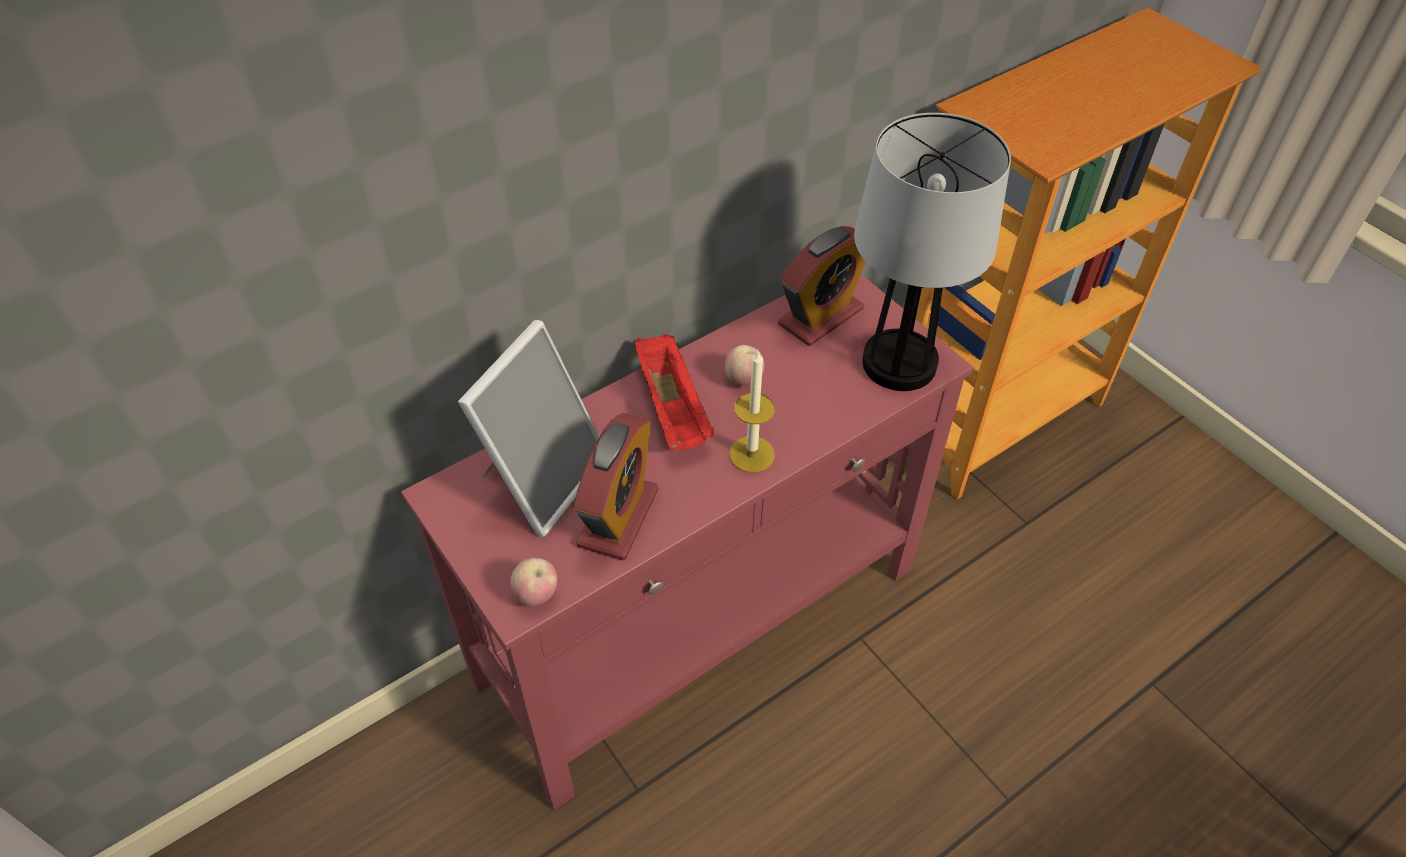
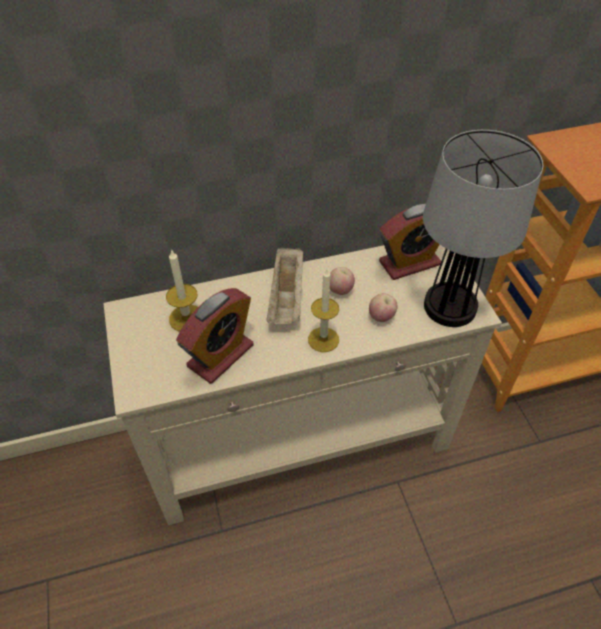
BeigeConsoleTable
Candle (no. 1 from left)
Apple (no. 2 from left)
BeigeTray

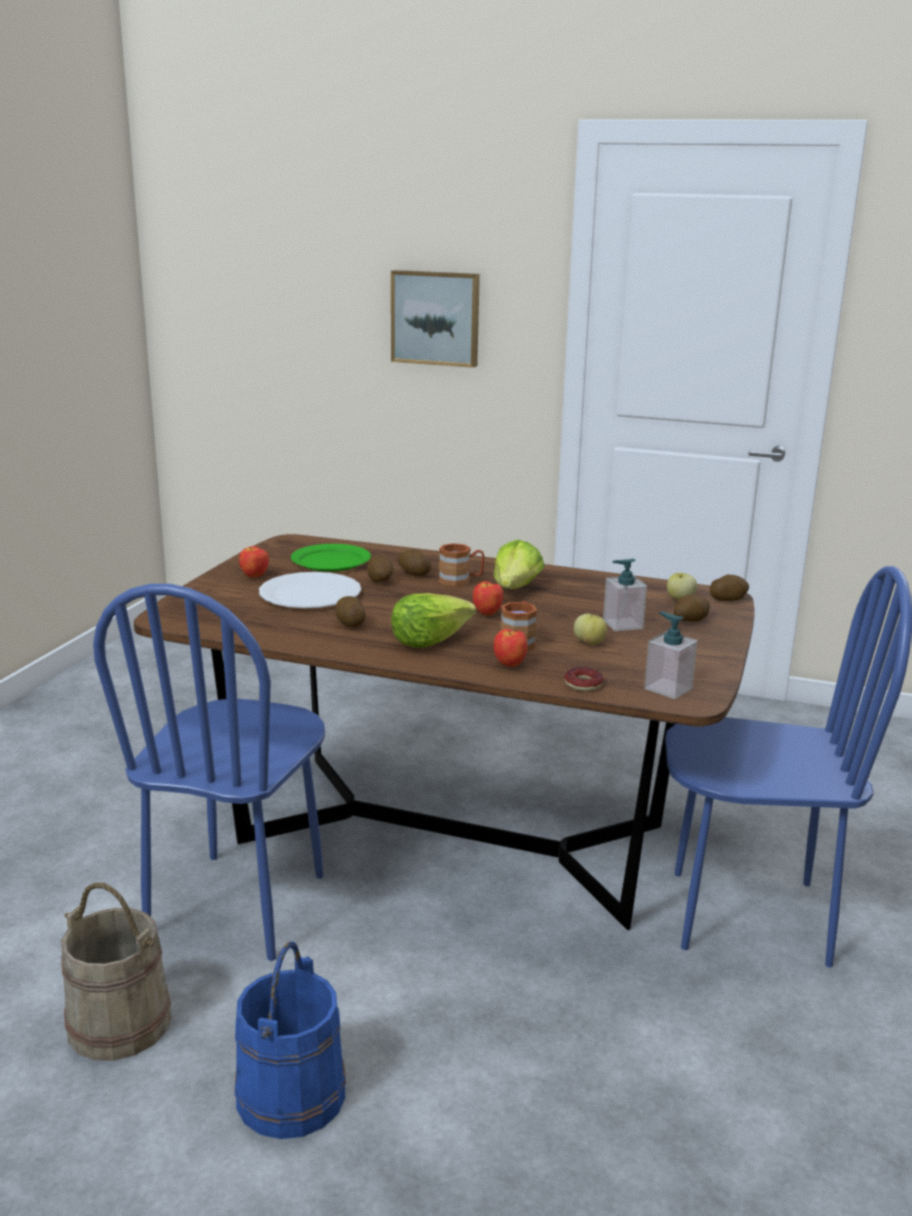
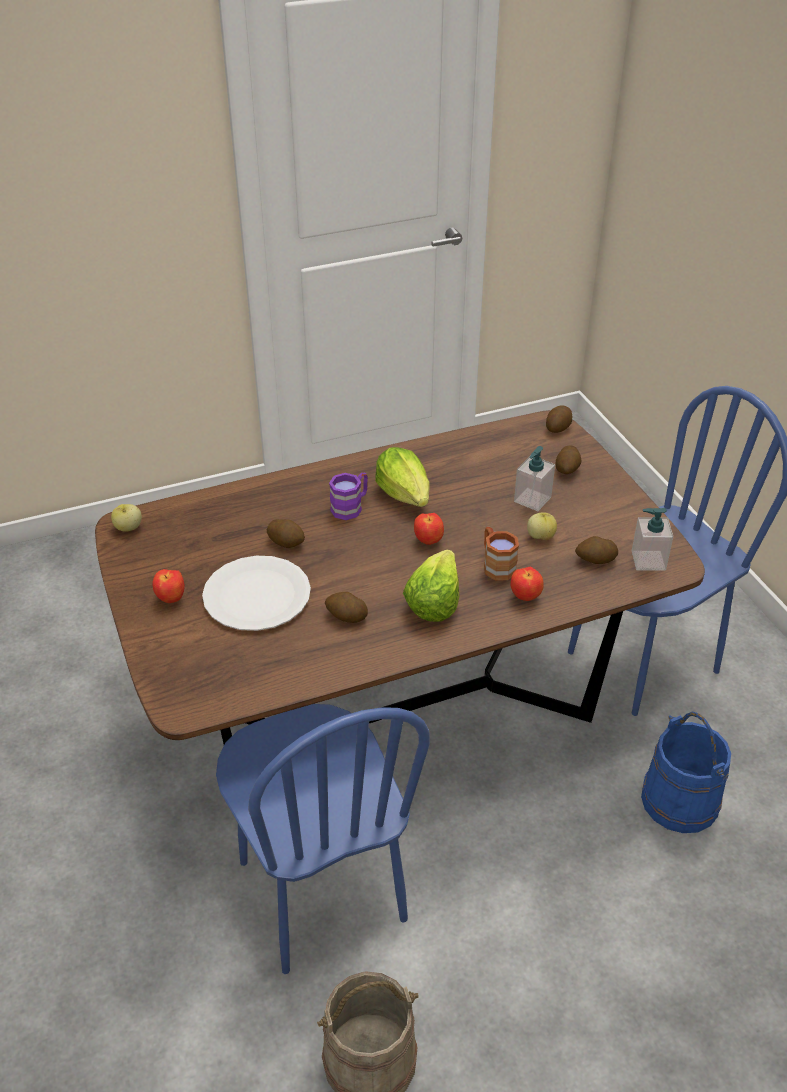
BlueBucket
GreenPlate
Picture
Potato (no. 5 from left)
PurpleMug
Donut
Apple (no. 1 from left)

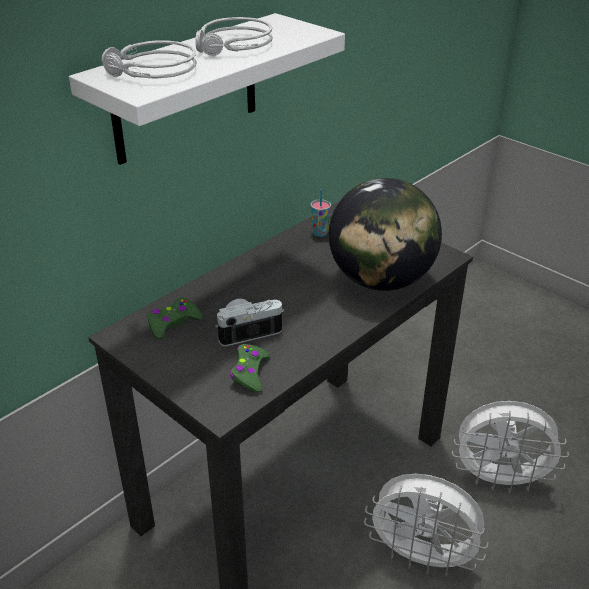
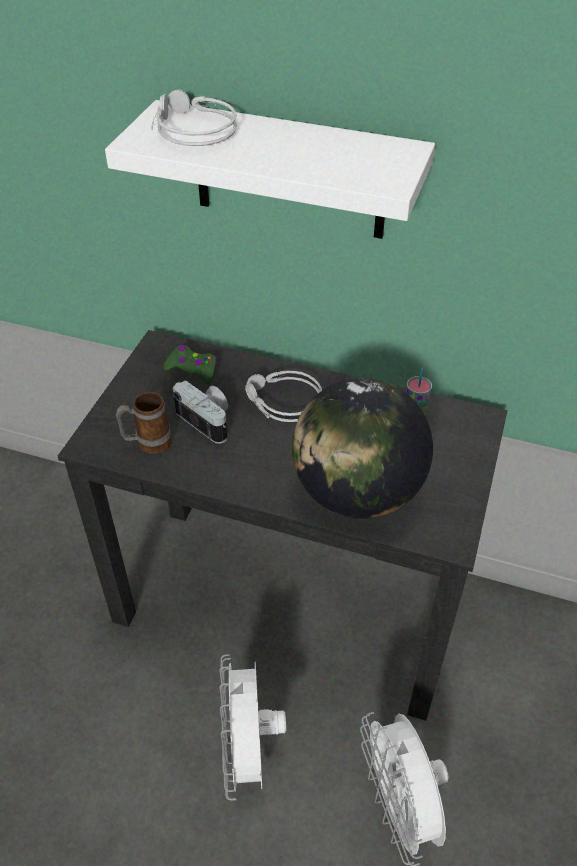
GreyHeadphones (no. 2 from left)
Mug

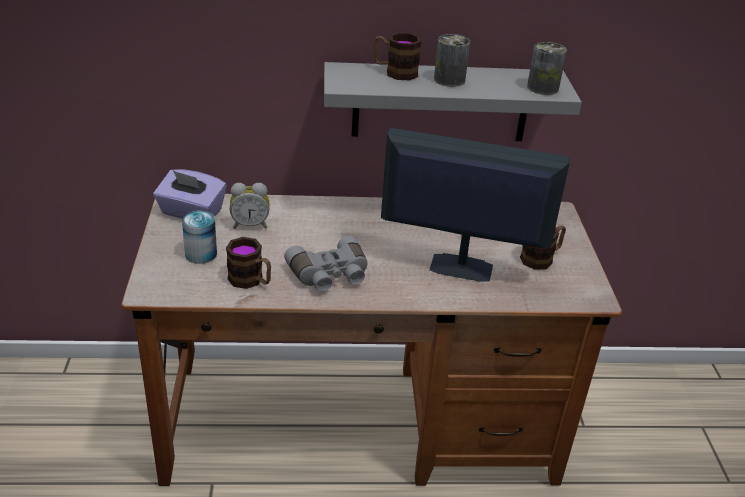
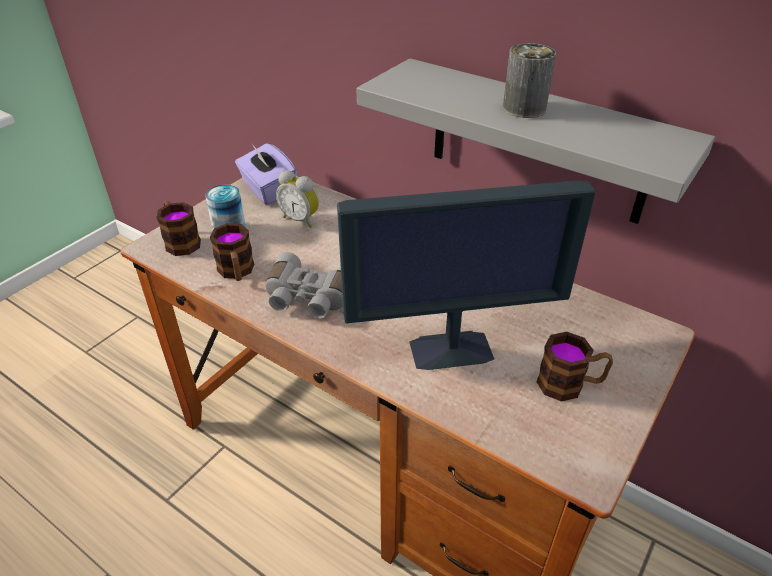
Mug (no. 1 from left)
Monitor
Can (no. 3 from left in the first image)

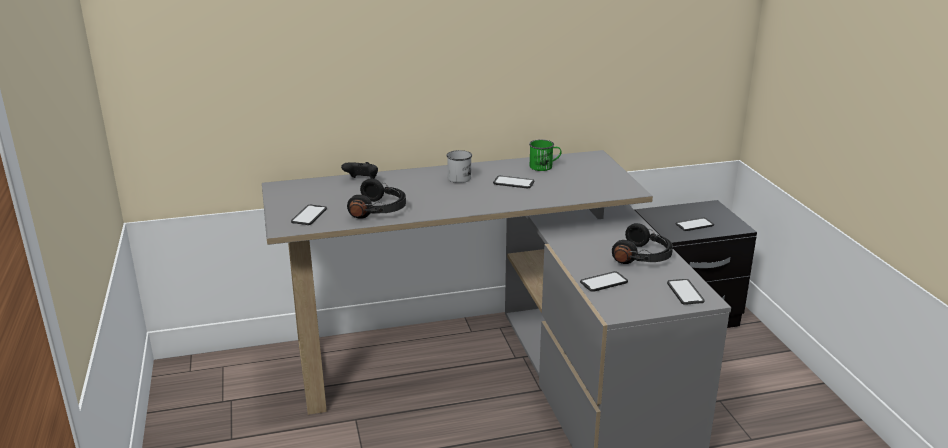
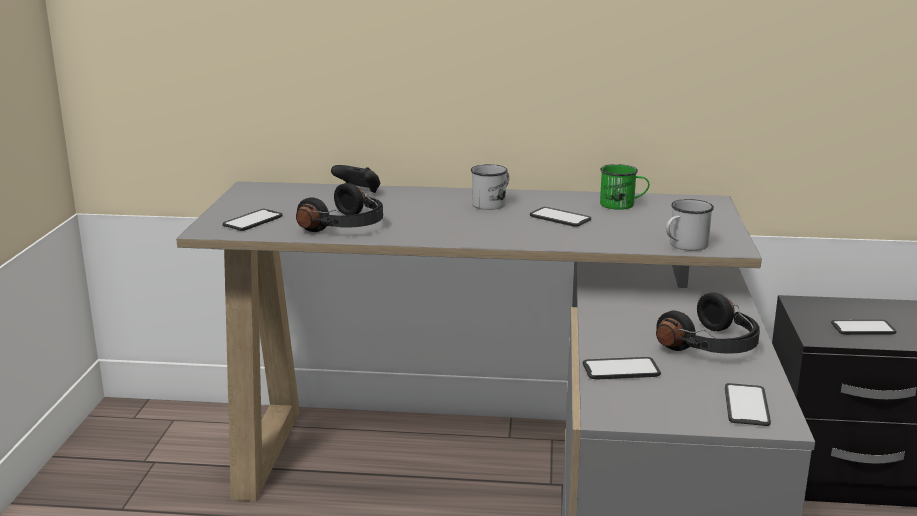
WhiteMug (no. 2 from left)

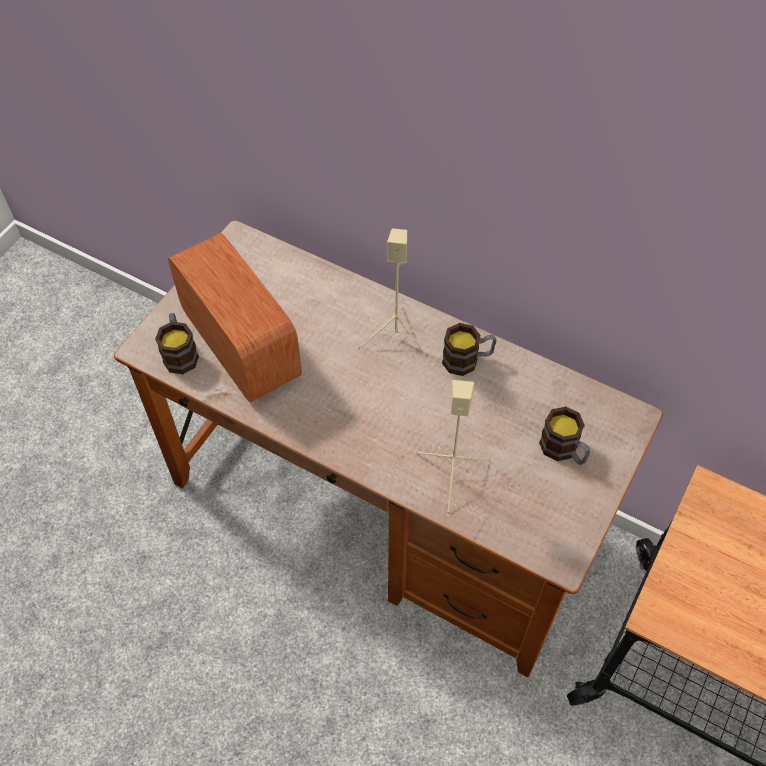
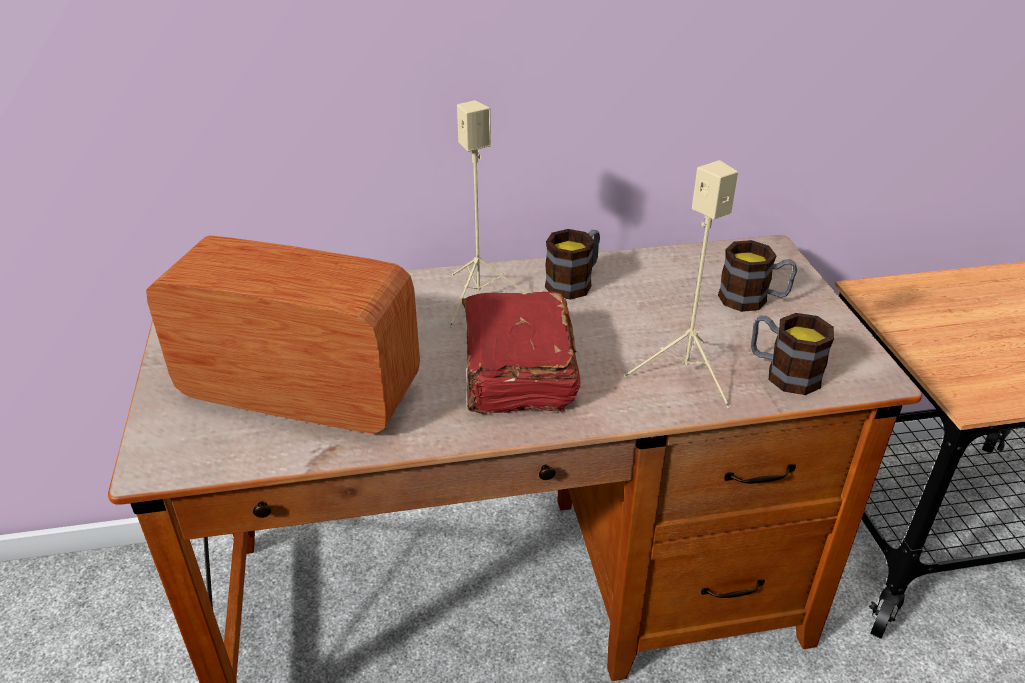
Mug (no. 3 from left)
RedBook

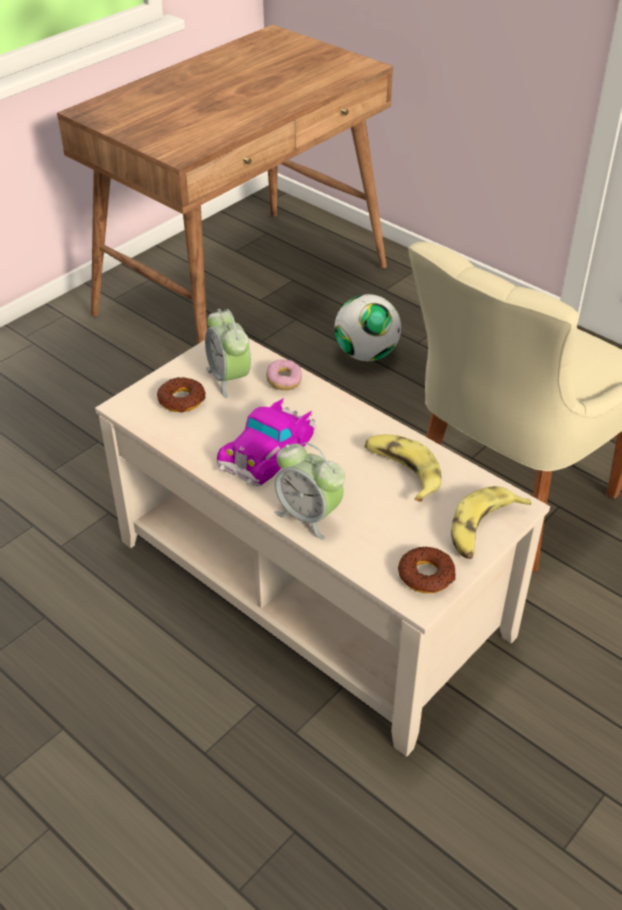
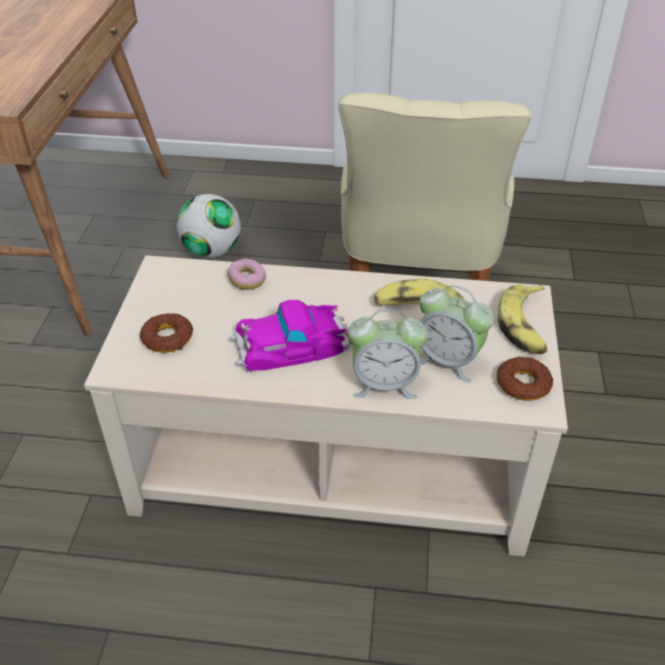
AlarmClock (no. 2 from left)
ToyCar

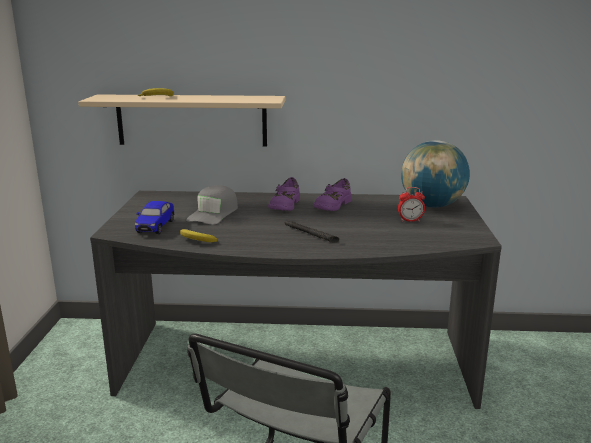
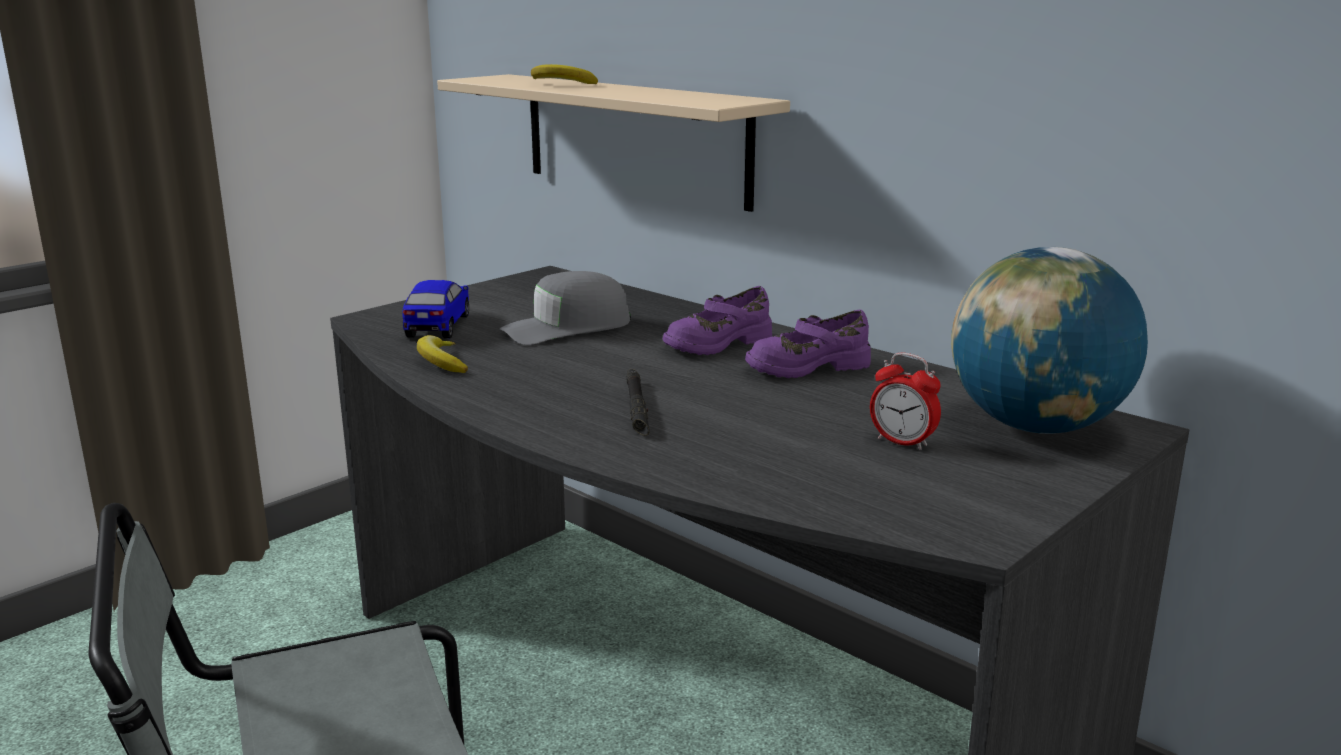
ToyCar

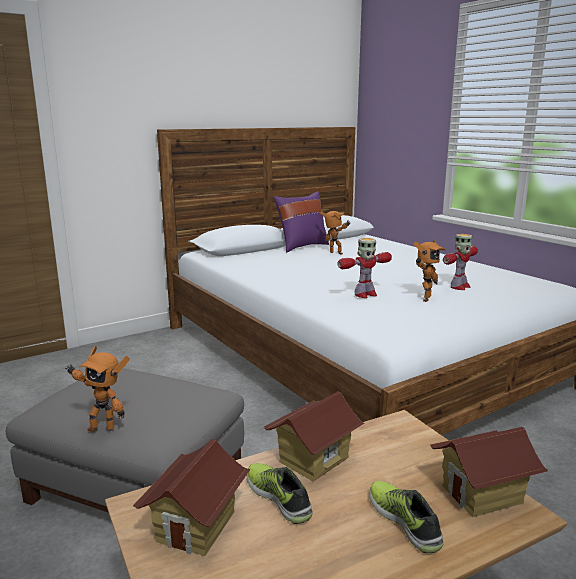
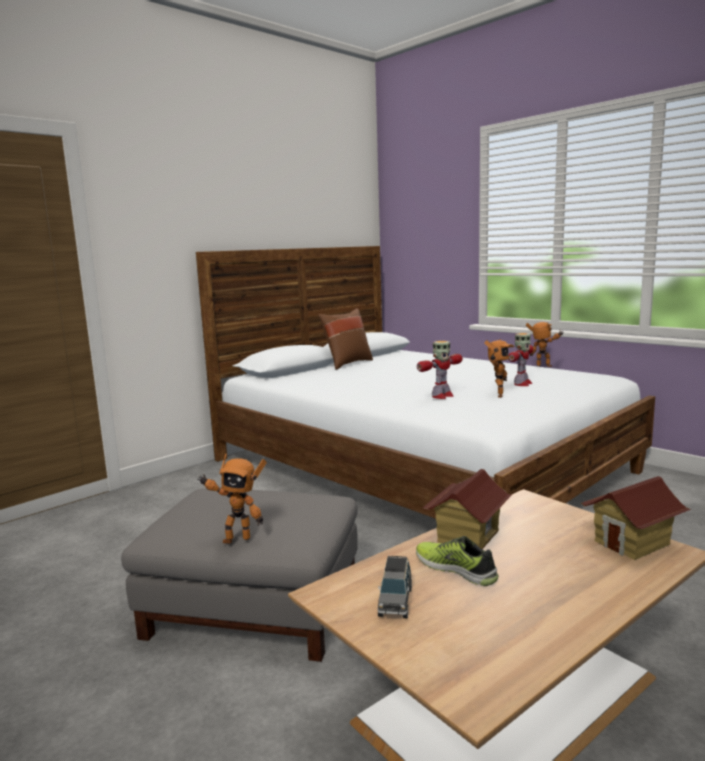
GreyToyCar
BrownPillow
ToyRobot (no. 5 from left)
Shoe (no. 2 from left in the first image)

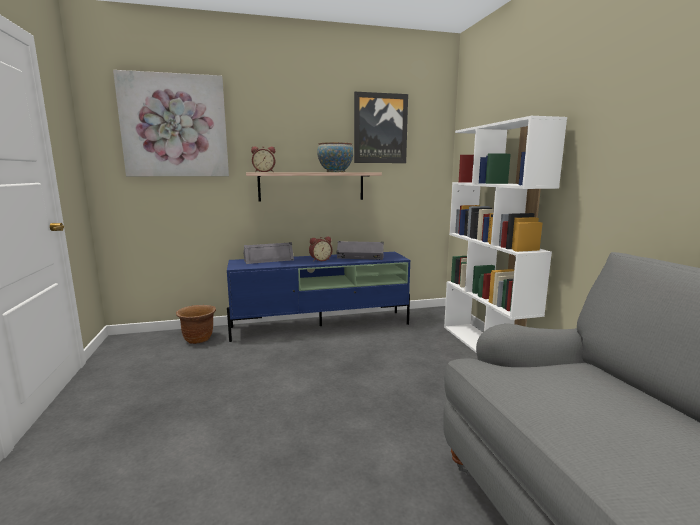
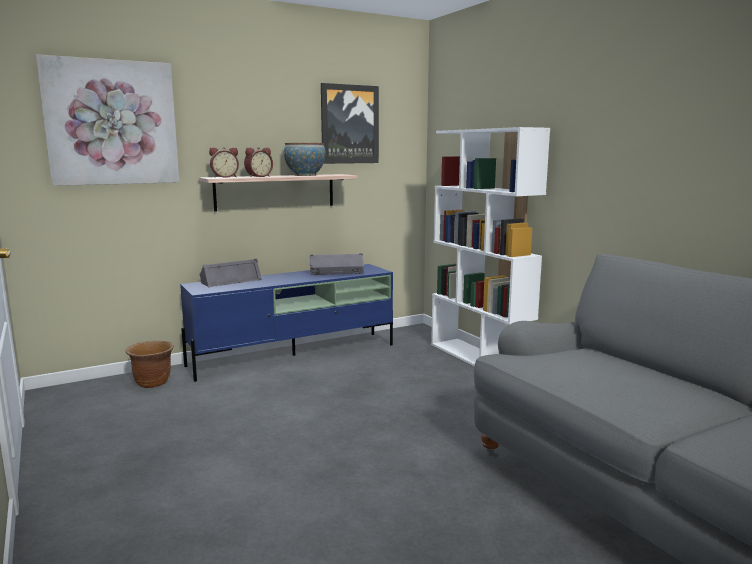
AlarmClock (no. 2 from left)

